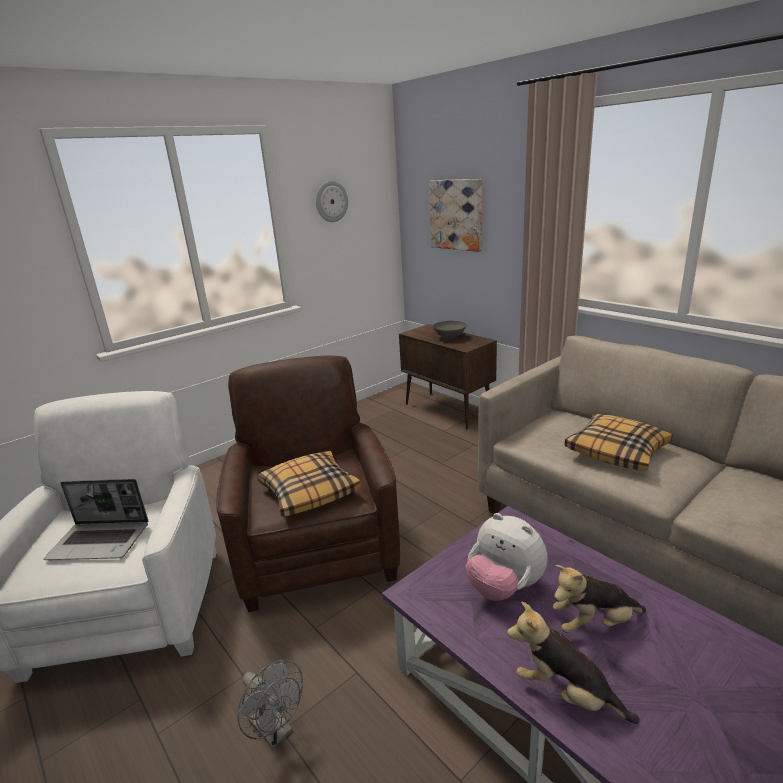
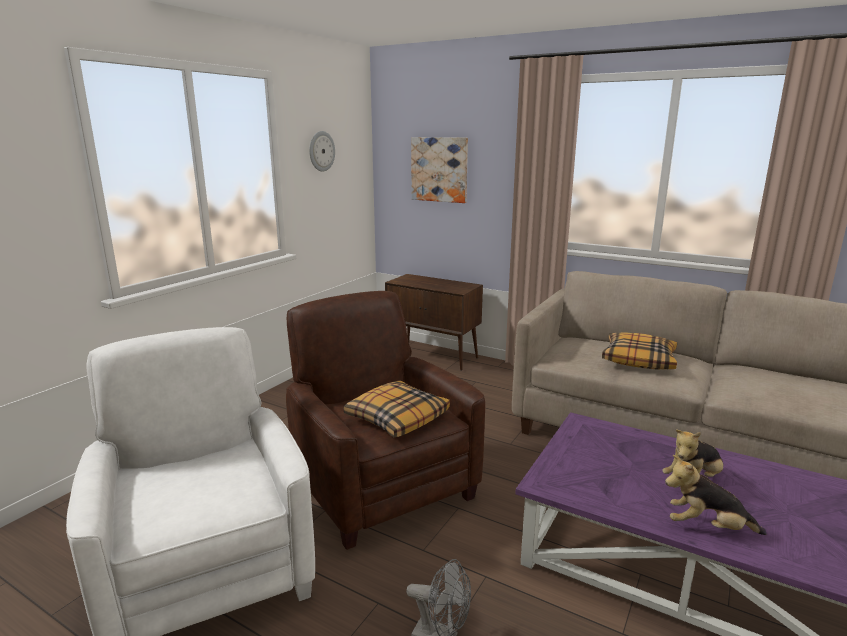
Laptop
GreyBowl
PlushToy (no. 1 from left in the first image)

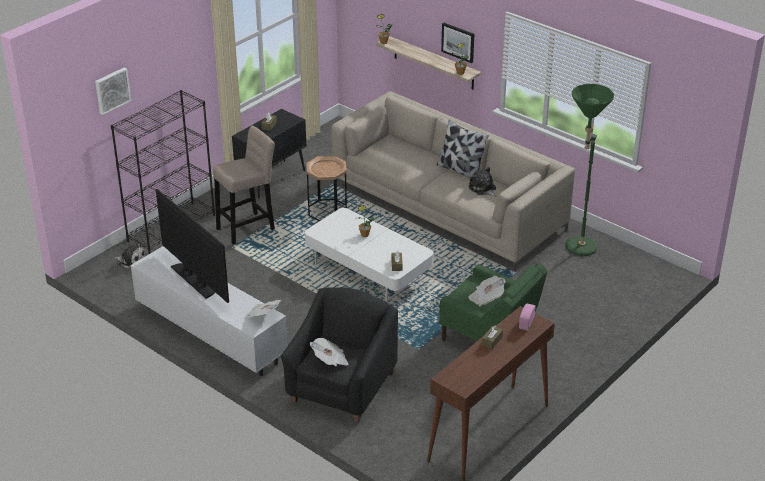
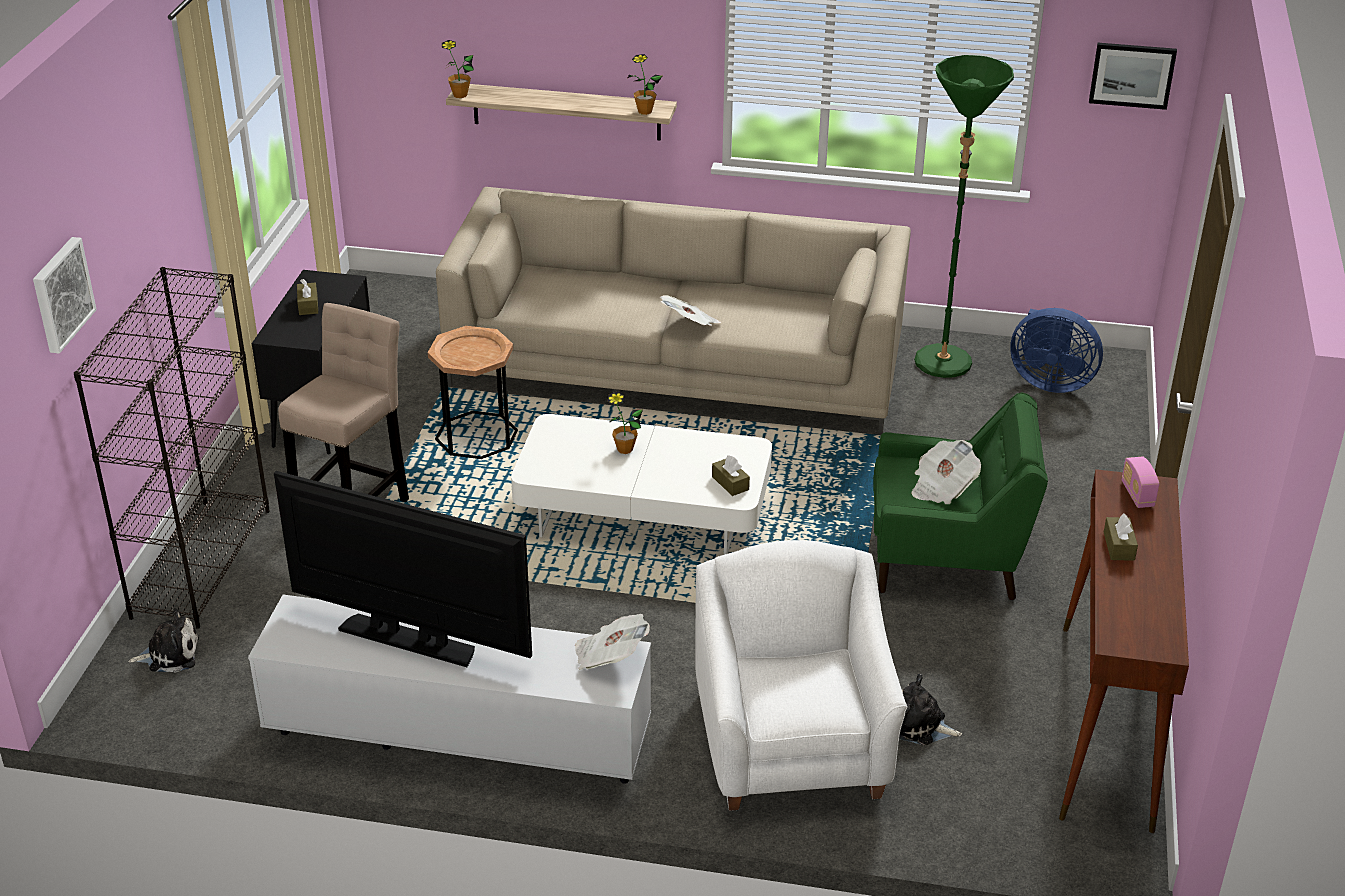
WhiteArmchair
Newspaper (no. 2 from left)
Pillow
Picture (no. 2 from left)
PlushToy (no. 2 from left)
BlueFan

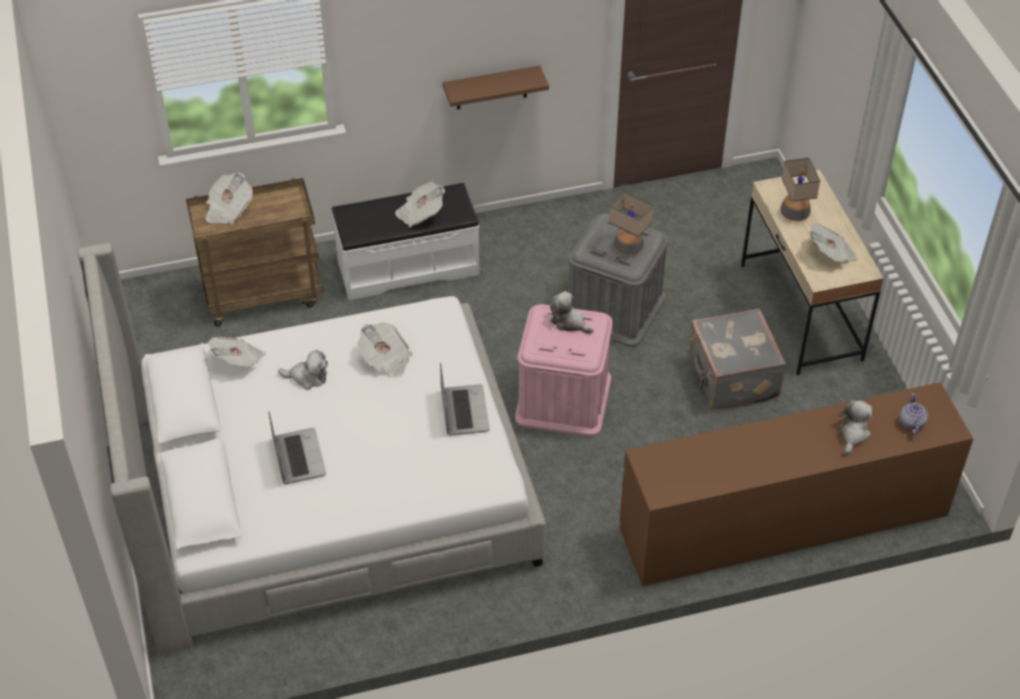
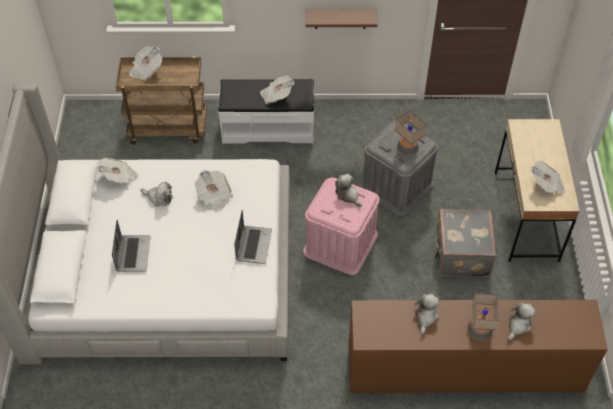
TableLamp (no. 2 from left)
Teapot
PlushToy (no. 3 from left)

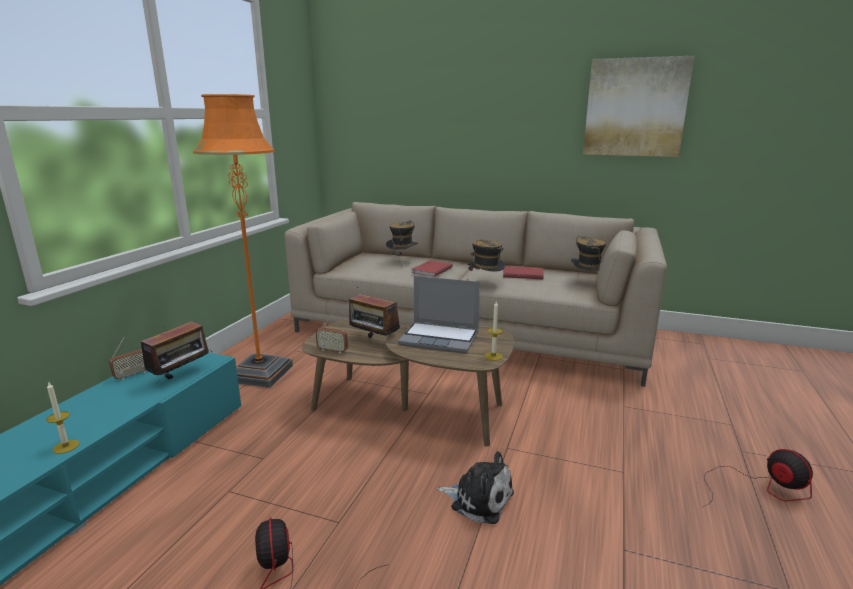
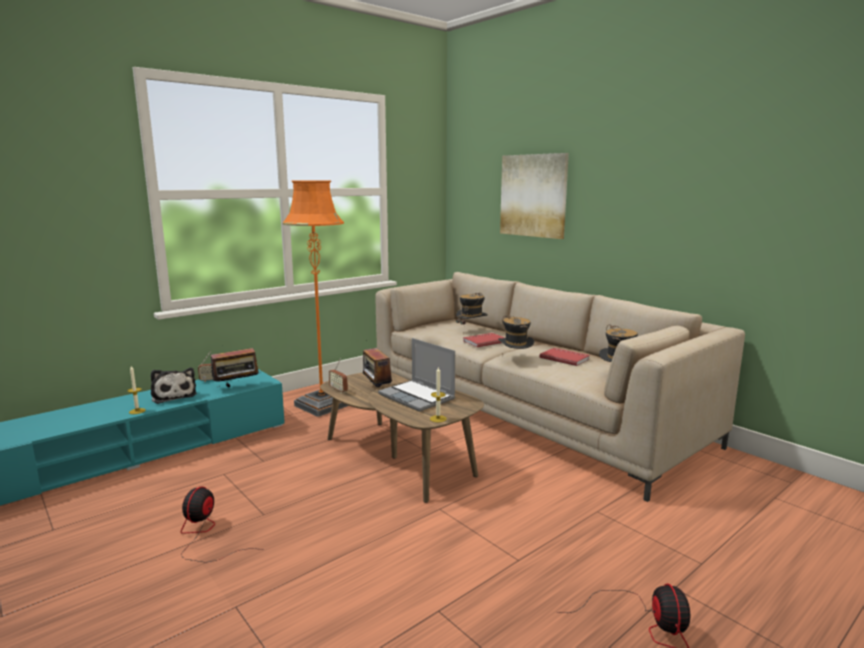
PlushToy
Picture

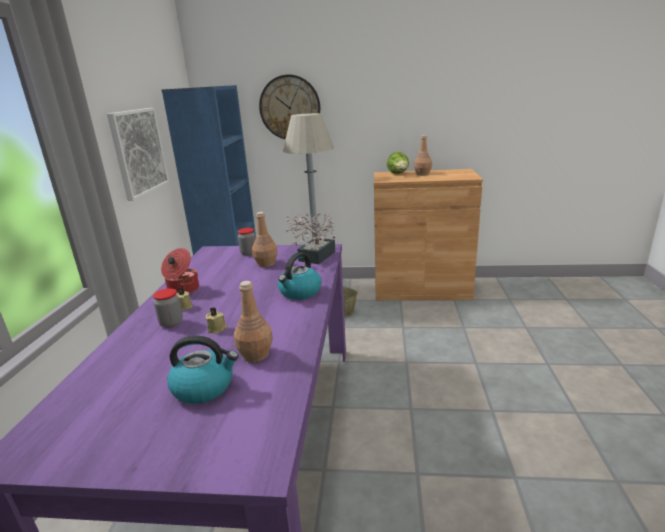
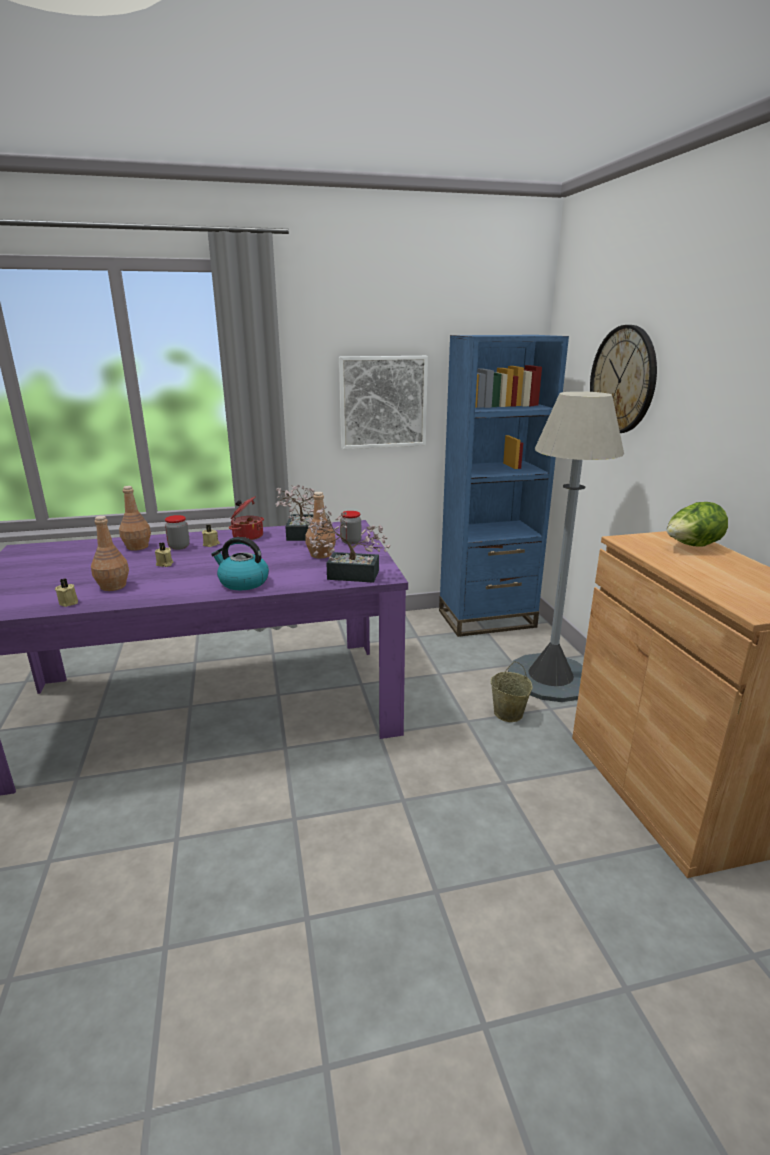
Kettle (no. 1 from left in the first image)
BrownBottle (no. 2 from left)
BeigeCandle (no. 1 from left)
PottedPlant (no. 1 from left)

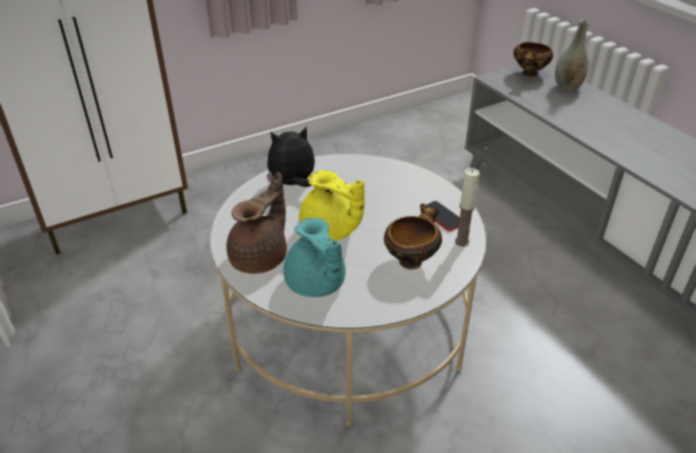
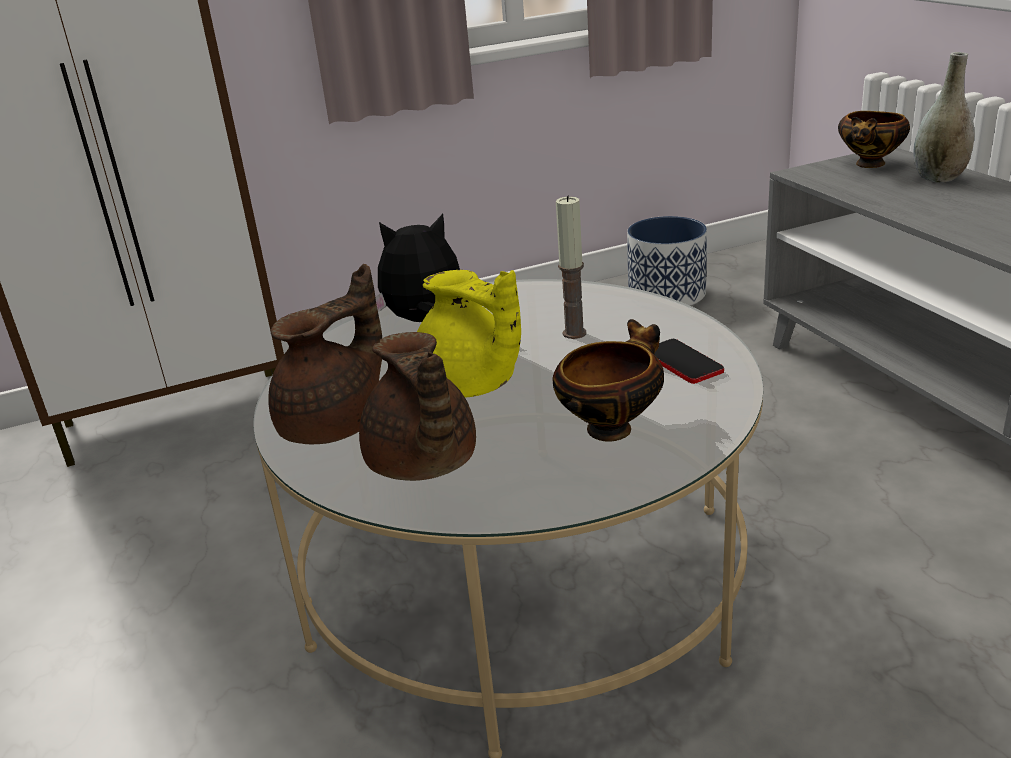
BrownTeapot (no. 2 from left)
Candle
Planter

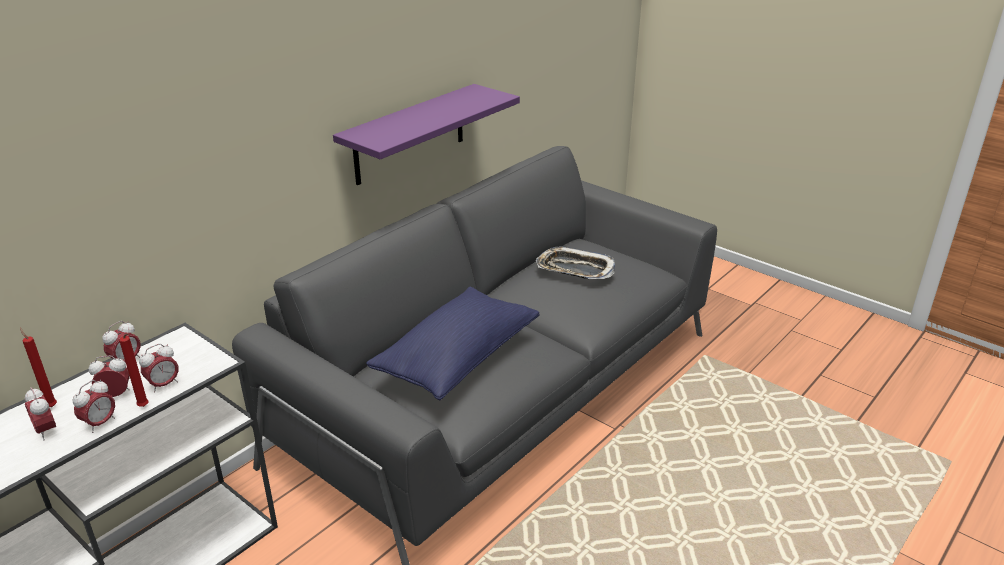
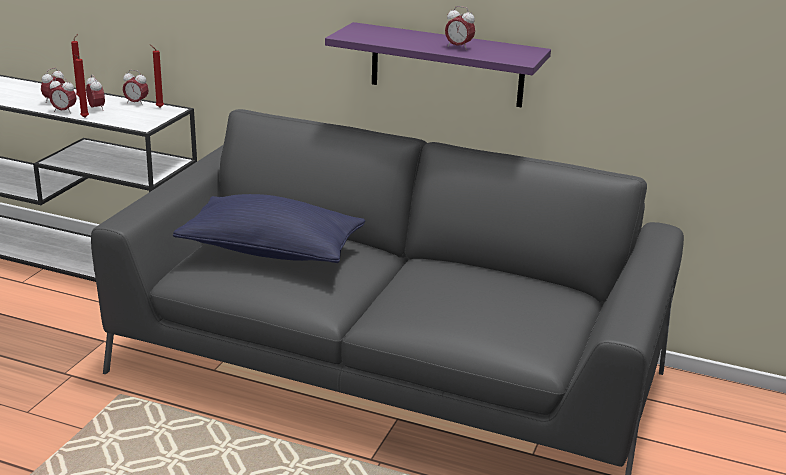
AlarmClock (no. 5 from left)
Tray
RedCandle (no. 3 from left)

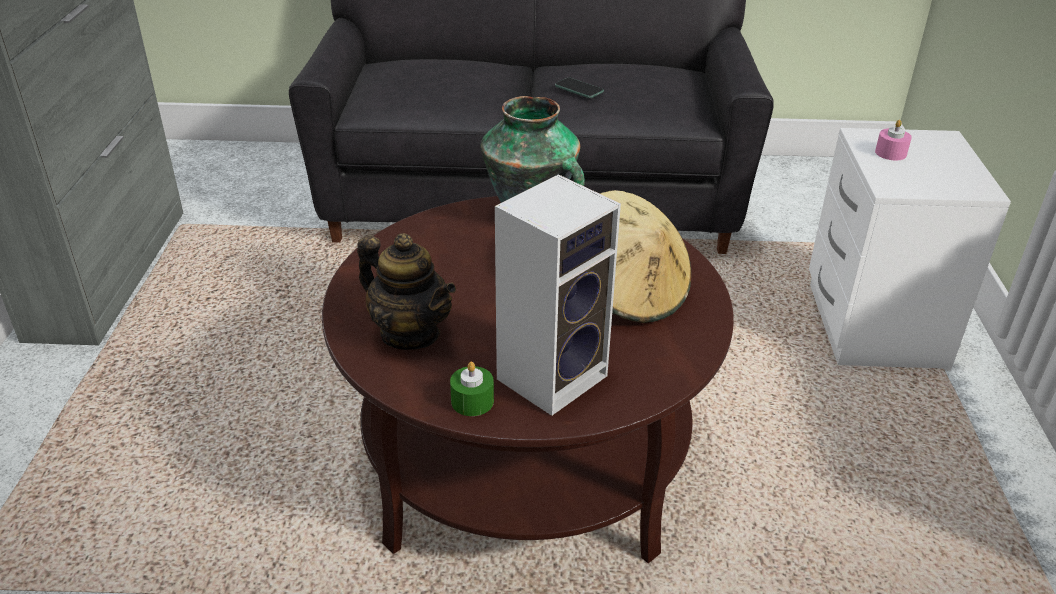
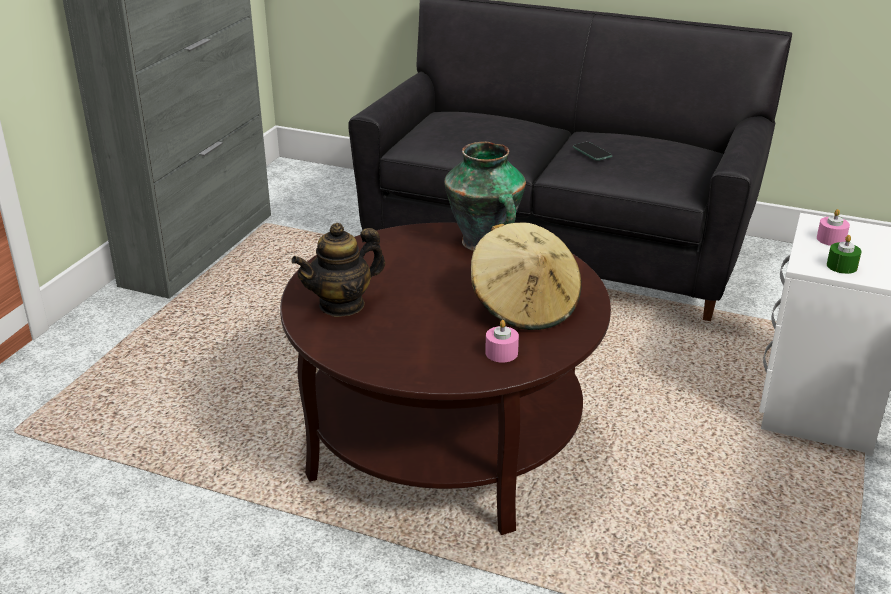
Teapot
GreenCandle
Speaker
PinkCandle (no. 1 from left)

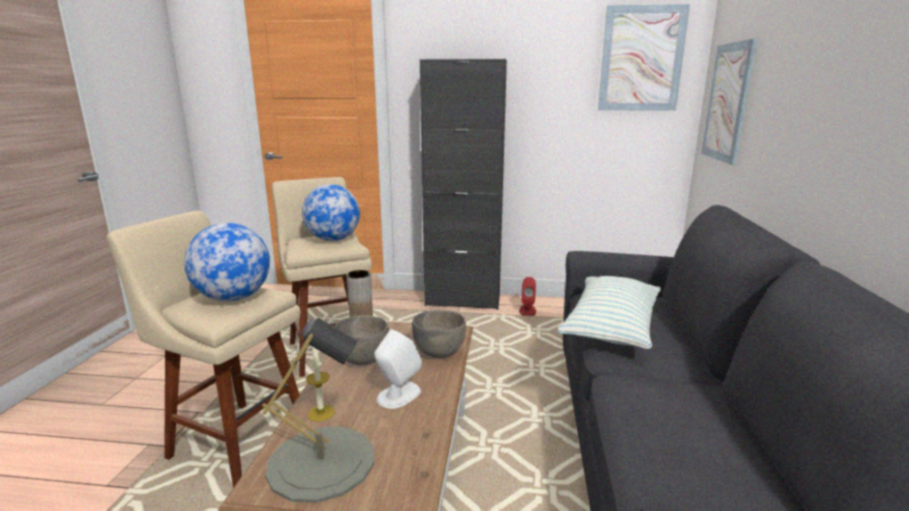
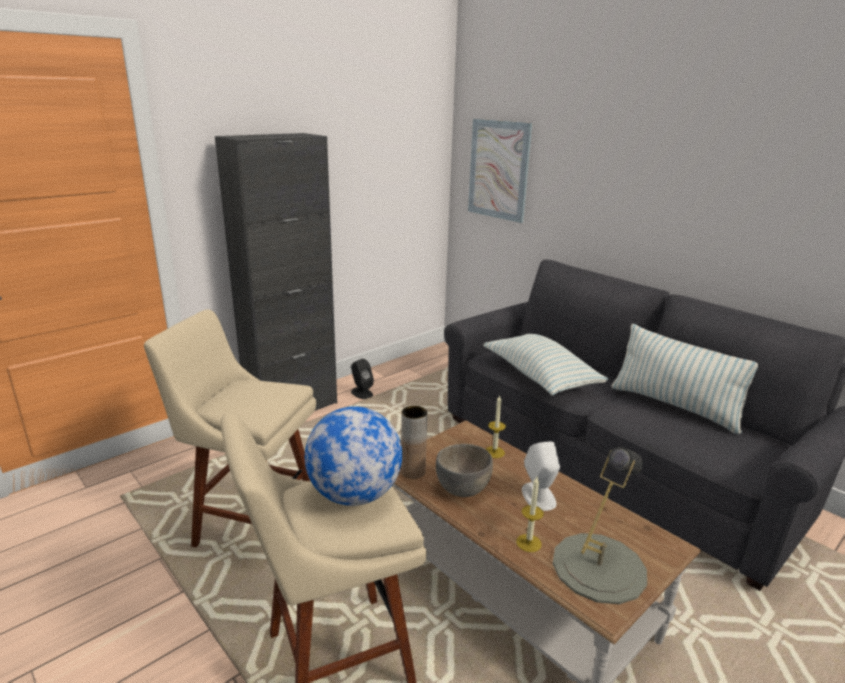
Globe (no. 2 from left in the first image)
Candle (no. 1 from left)
BlackSpeaker
Picture (no. 1 from left in the first image)
Pillow (no. 2 from left)

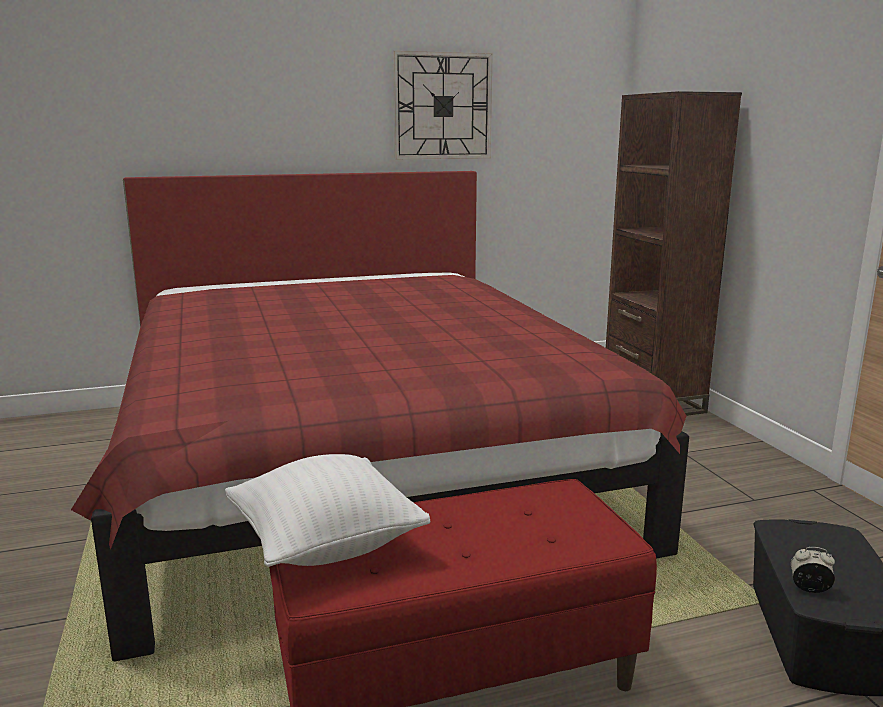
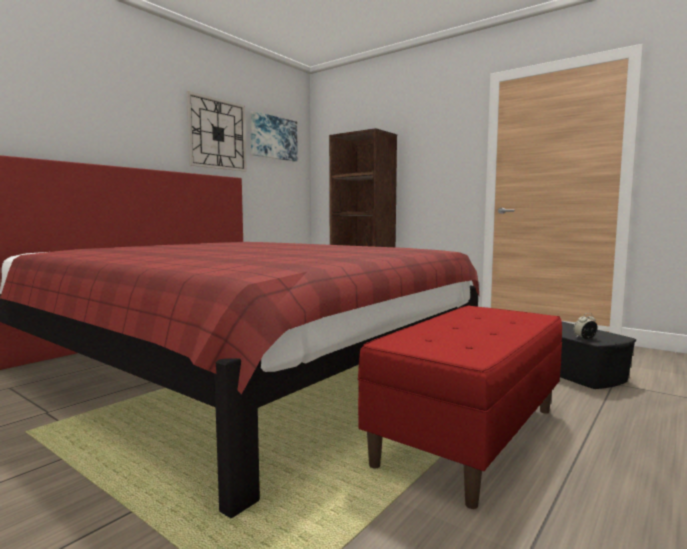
WhitePillow
Picture

